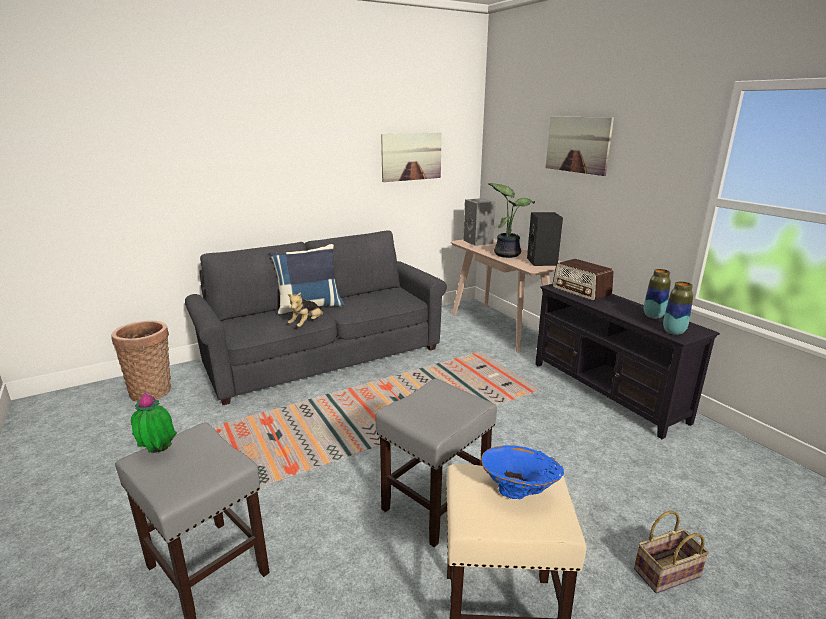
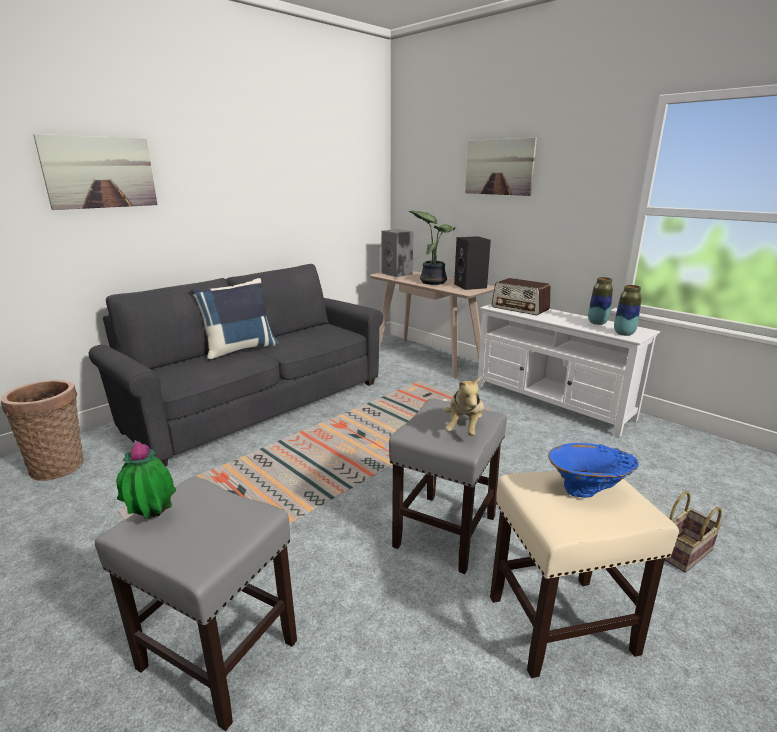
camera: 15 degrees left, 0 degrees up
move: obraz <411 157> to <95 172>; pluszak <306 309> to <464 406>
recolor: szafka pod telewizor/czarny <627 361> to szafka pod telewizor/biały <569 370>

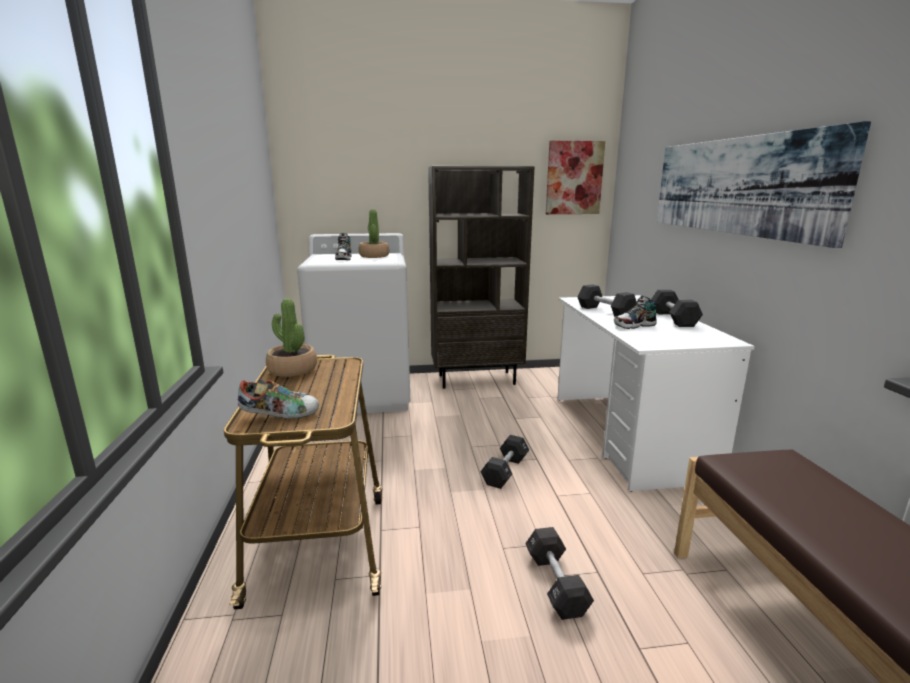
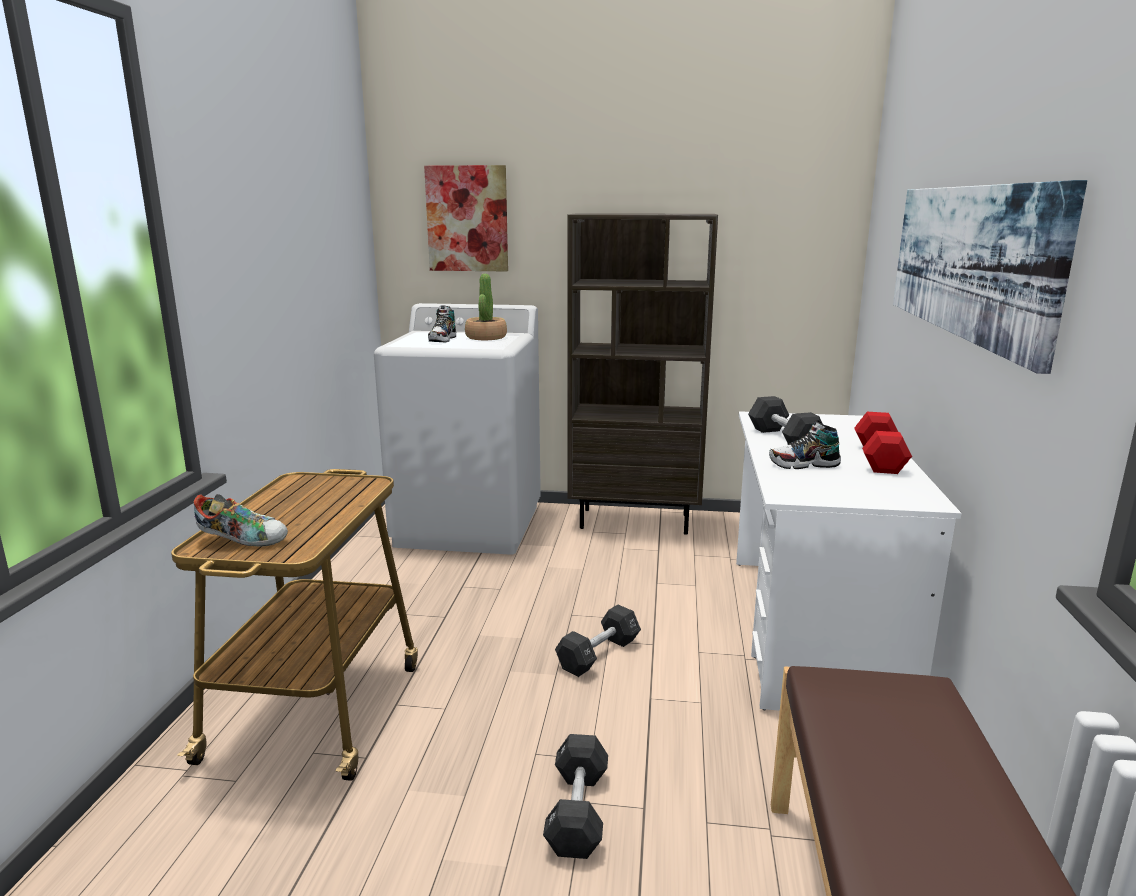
camera: 15 degrees right, 0 degrees up
delete: roślina doniczkowa <291 338>
move: obraz <575 177> to <466 218>
recolor: hantel/czarny <677 308> to hantel/czerwony <883 443>

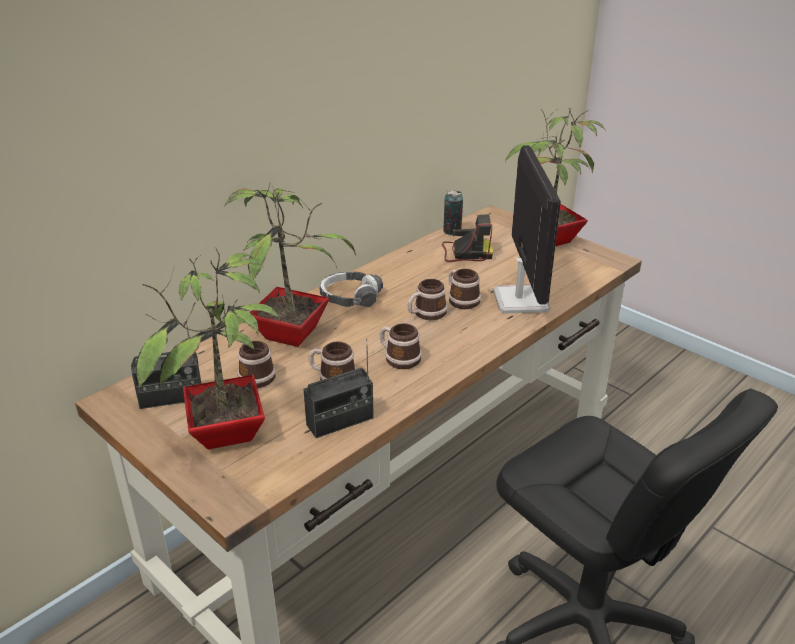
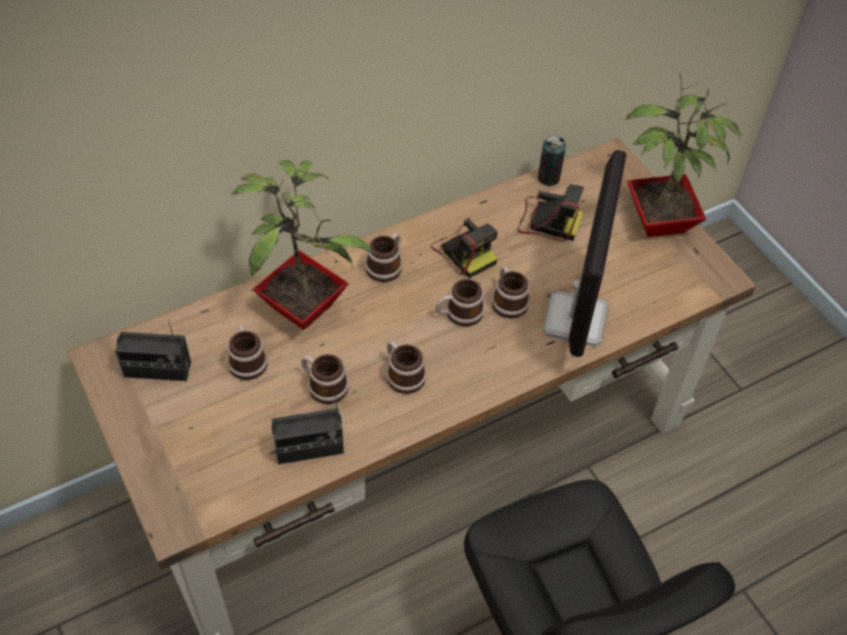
camera: 15 degrees right, 20 degrees up
delete: roślina doniczkowa <207 348>
insert: aparat fotograficzny <464 248>
replace: słuchawki <351 289> to kubek <383 257>

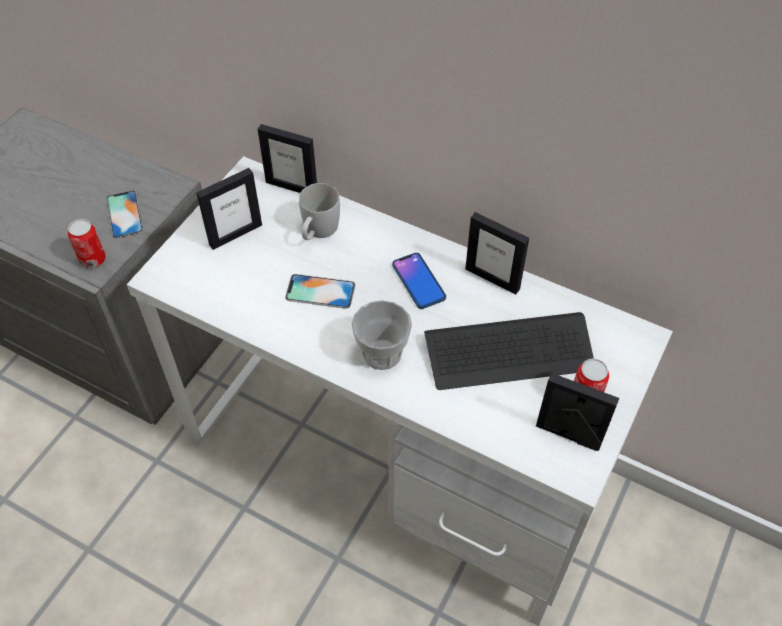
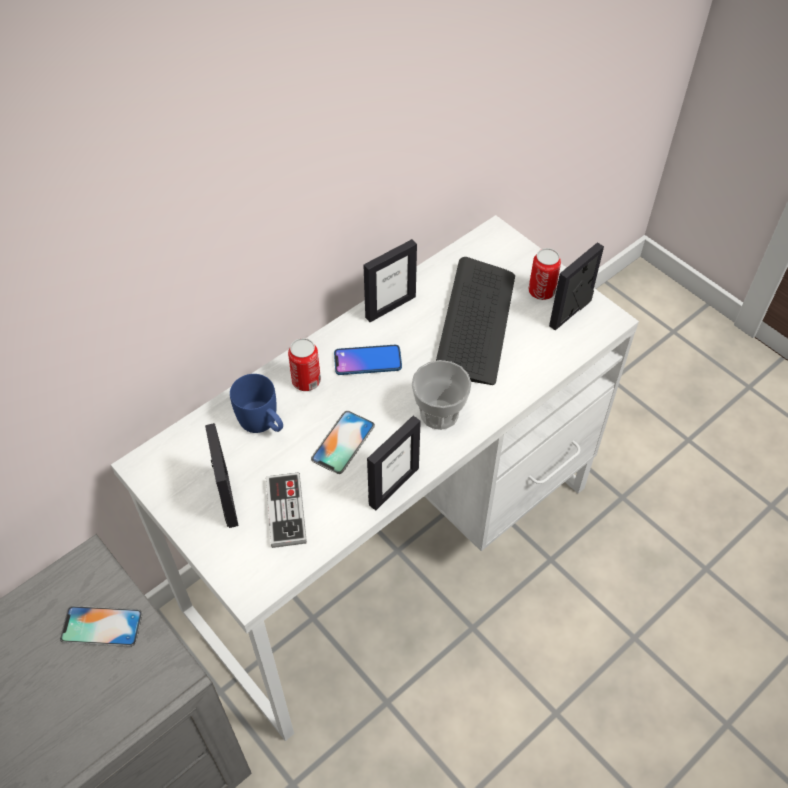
camera: 70 degrees left, 0 degrees up
insert: pad do gier <286 510>
move: puszka <87 243> to <304 364>; ramka na zdjęcie <287 158> to <394 463>
recolor: kubek/biały <319 211> to kubek/niebieski <256 403>

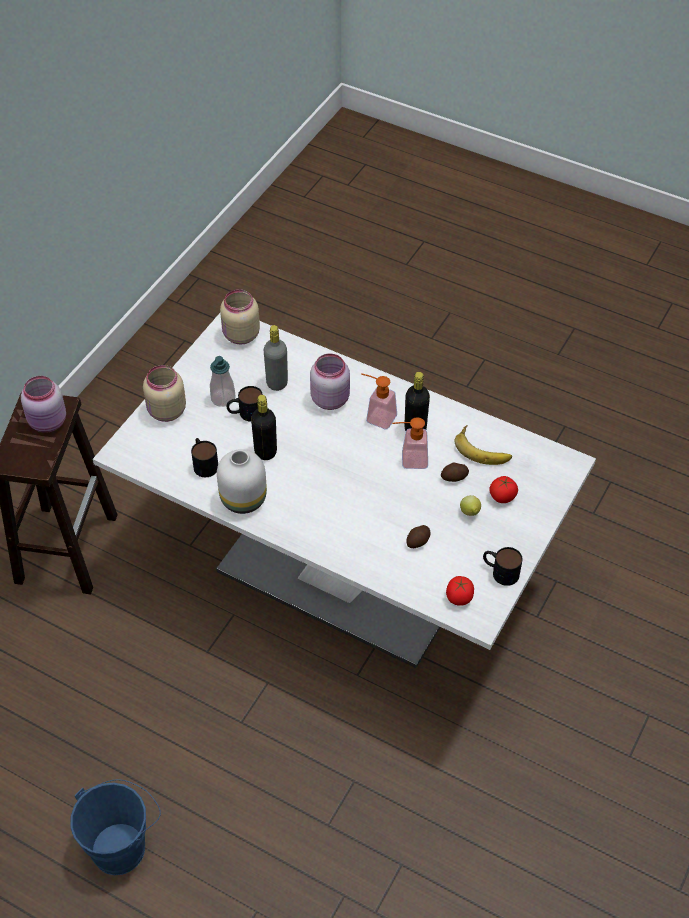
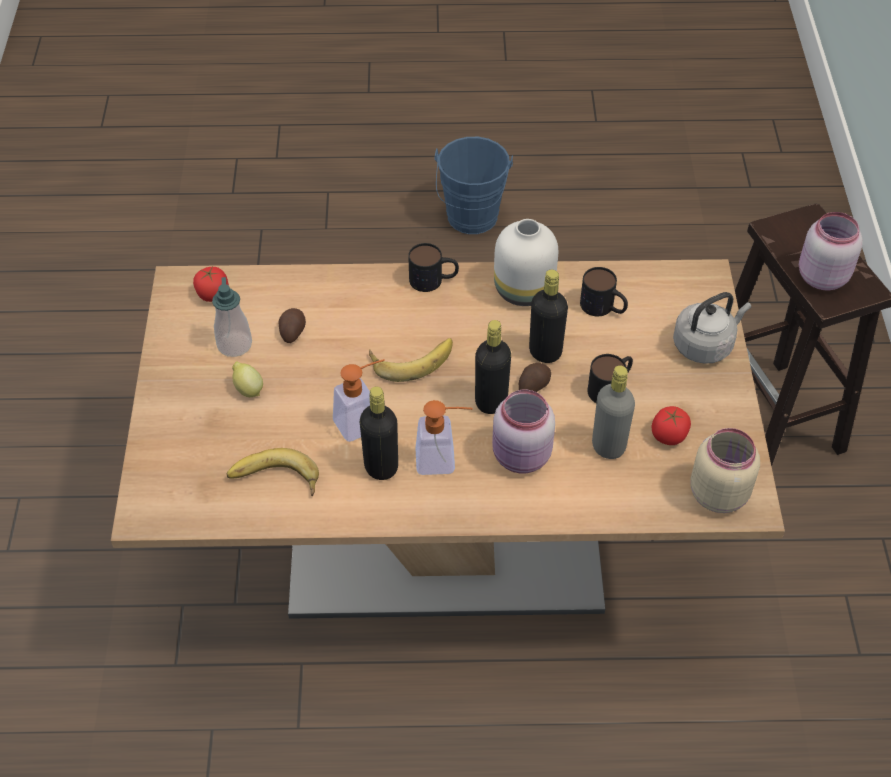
camera: 150 degrees right, 0 degrees up
insert: banan <411 360>; butelka/czarny <493 367>
move: dozownik mydła <223 381> to <232 317>; kubek <503 566> to <433 267>; ziemniak <455 472> to <535 377>; pomidor <503 489> to <671 425>
replace: słoik/beżowy <164 393> to czajnik/szary <712 328>
recolor: stół jadalny/biały <344 490> to stół jadalny/brązowy <448 439>

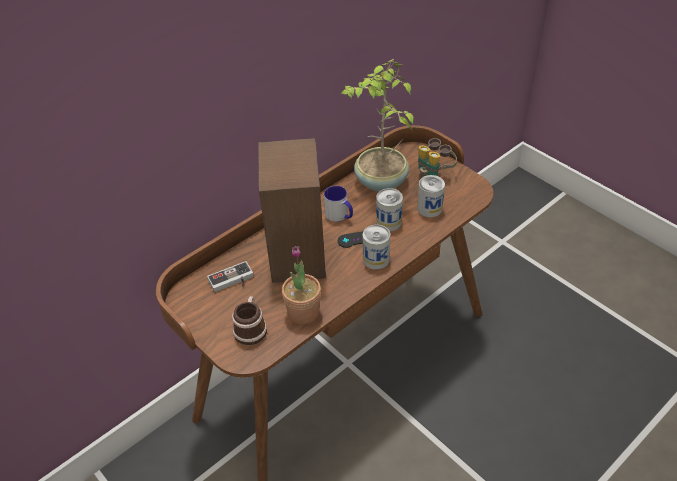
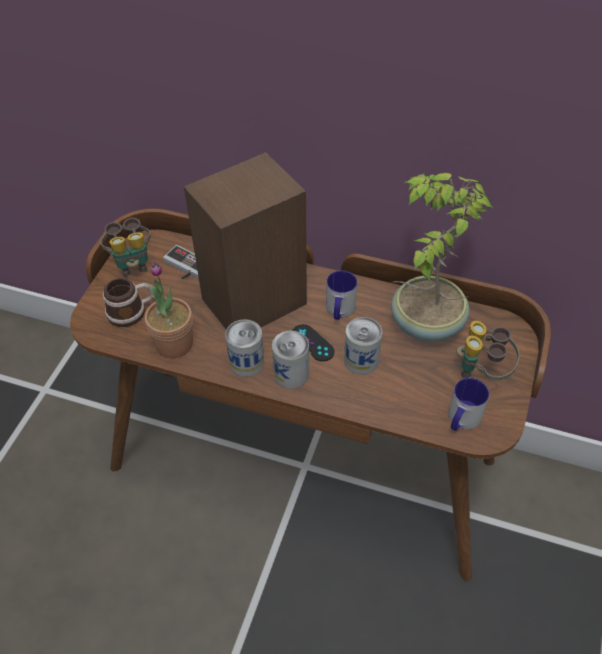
camera: 60 degrees right, 5 degrees up
insert: lornetka <126 247>; kubek <468 404>
move: puszka <431 196> to <244 348>

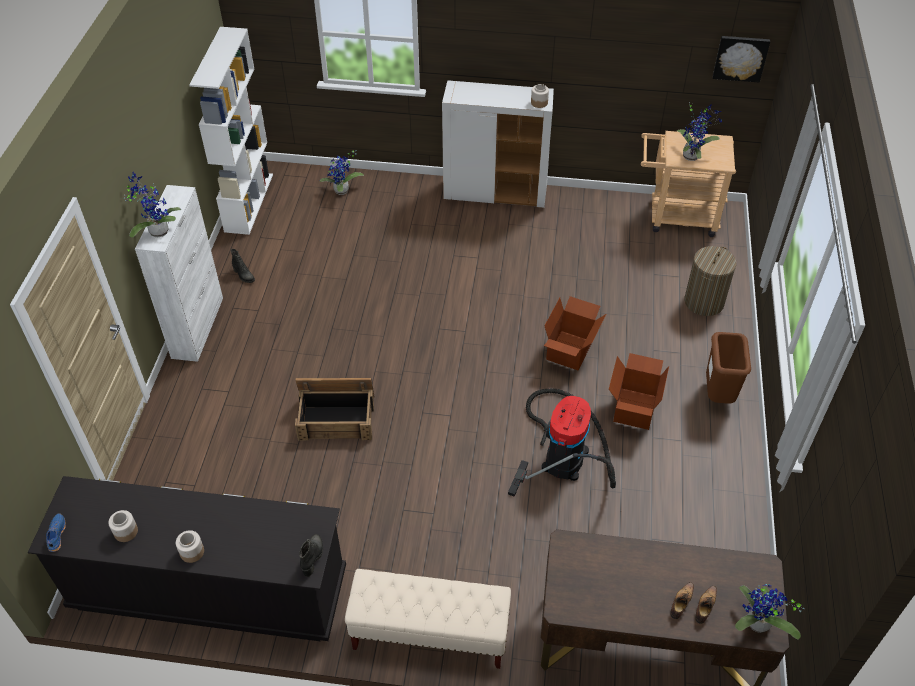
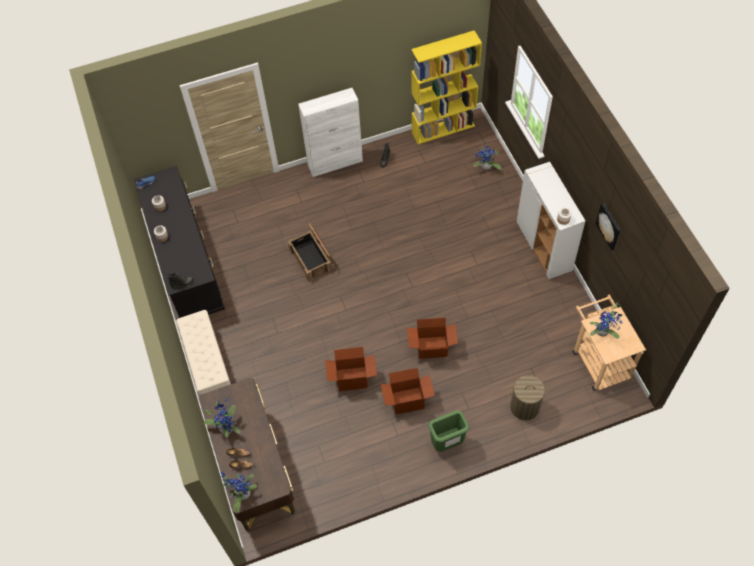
camera: 65 degrees right, 10 degrees up
move: roślina doniczkowa <152 205> to <222 418>; obraz <741 59> to <608 227>
replace: odkurzacz <562 442> to karton <351 369>
recolor: regał/biały <231 131> to regał/żółty <446 87>; kosz na śmieci/brązowy <728 368> to kosz na śmieci/zielony <448 431>

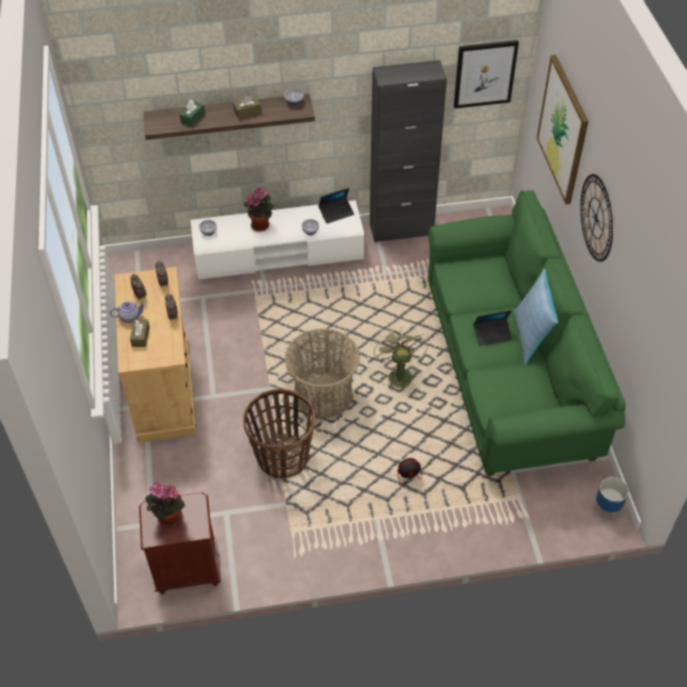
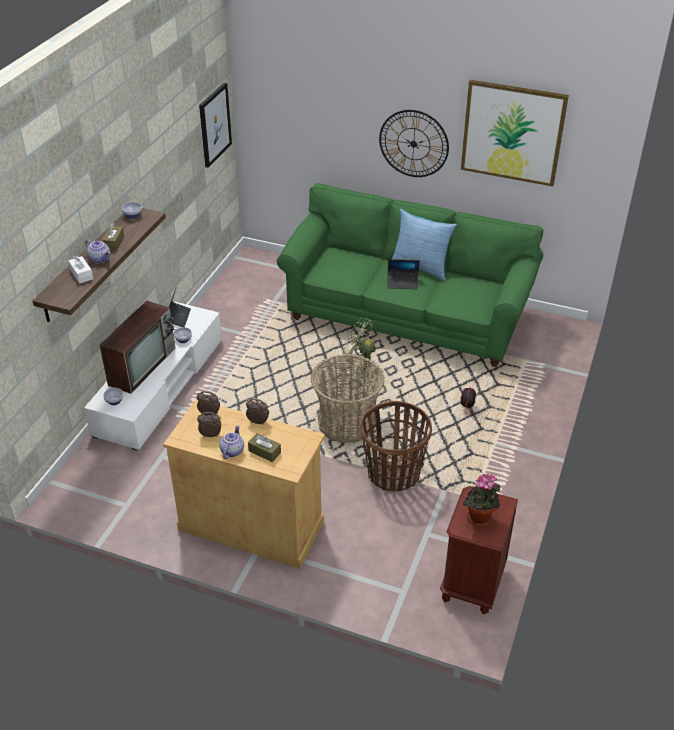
camera: 60 degrees left, 10 degrees down
delete: szafka/czarny <408 151>; donica <611 499>
insert: imbryk <97 251>
move: obraz <563 130> to <515 133>
replace: roślina doniczkowa <259 209> to telewizor <137 347>
recolor: pudełko chusteczek/zielony <192 113> to pudełko chusteczek/biały <80 269>
rotate: laptop <493 328> = <403 274> 75 degrees clockwise

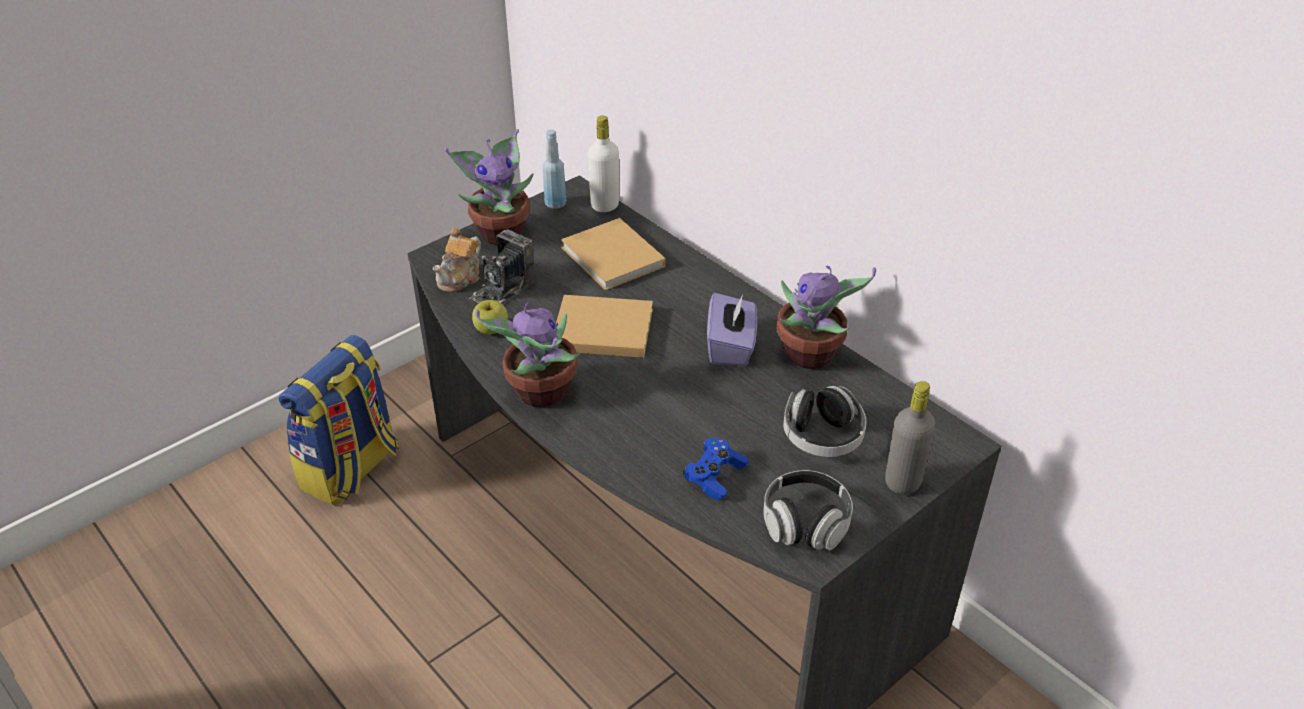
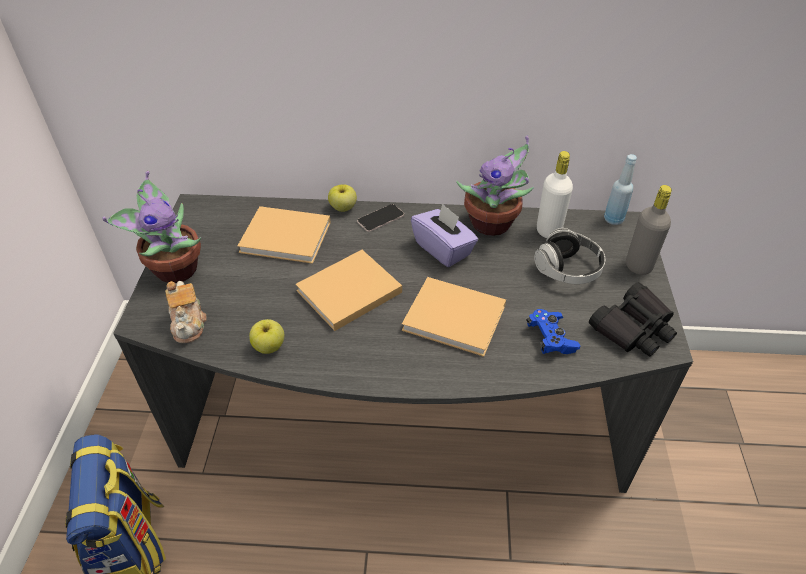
camera: 45 degrees left, 5 degrees up
delete: aparat fotograficzny <501 266>; roślina doniczkowa <527 355>
insert: jabłko <342 198>; telefon <380 218>; książka/beżowy <454 317>
move: butelka/biały <603 164> to <555 194>; butelka/niebieski <554 169> to <620 189>
replace: słuchawki <808 510> to lornetka/czarny <633 319>

